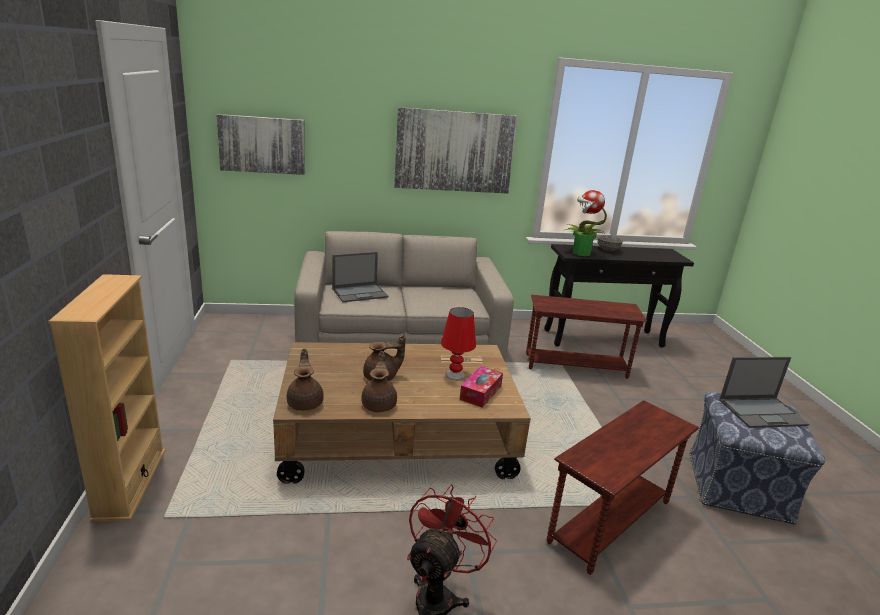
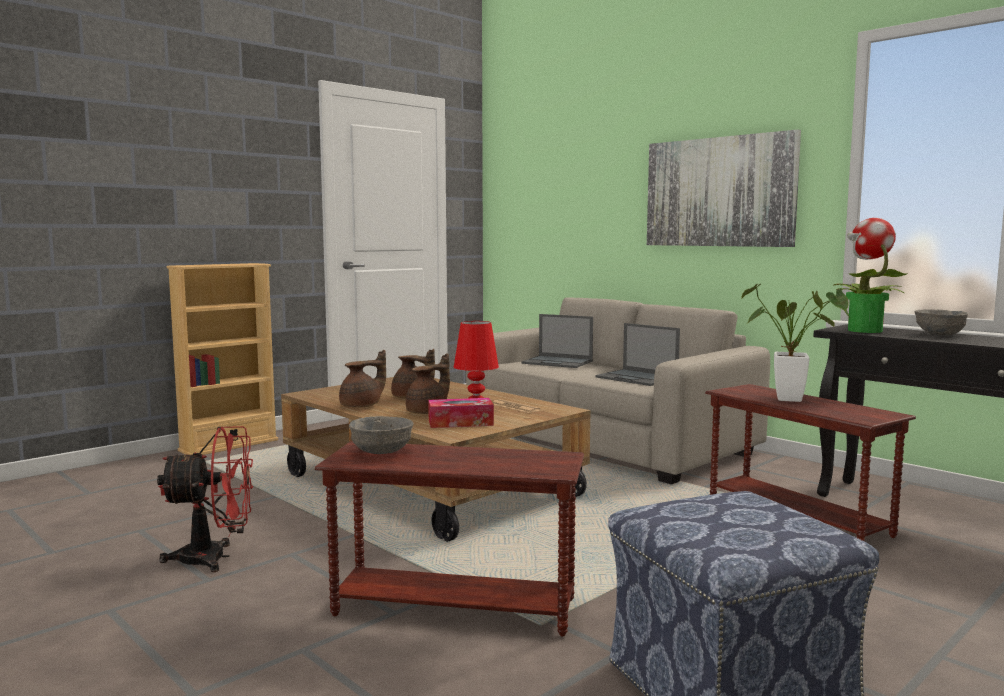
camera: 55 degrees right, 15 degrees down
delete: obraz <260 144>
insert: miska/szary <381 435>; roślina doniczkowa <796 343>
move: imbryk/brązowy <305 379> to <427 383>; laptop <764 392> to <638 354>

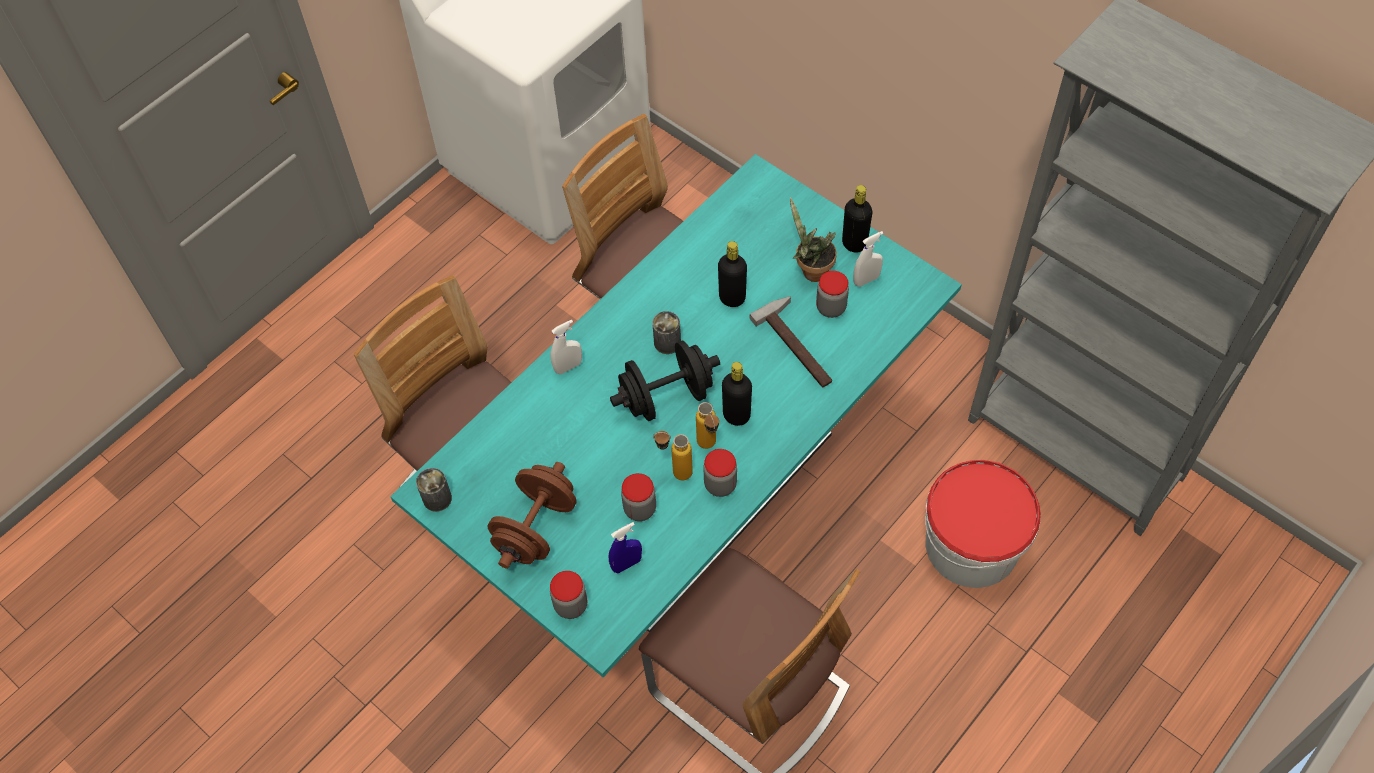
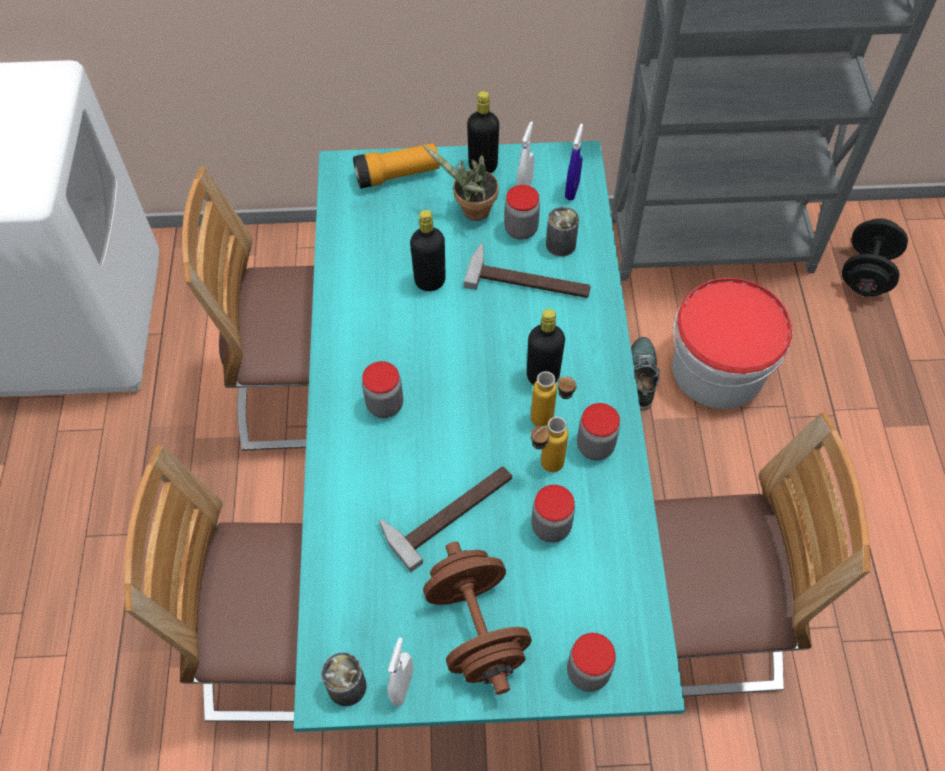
camera: 45 degrees left, 0 degrees up
insert: latarka <396 166>; słoik <382 389>; młotek <445 519>; but <645 374>
move: spryskiwacz/biały <566 347> to <400 671>; puszka <666 332> to <562 232>; spryskiwacz/niebieski <625 547> to <574 162>; hantel/czarny <665 380> to <875 257>

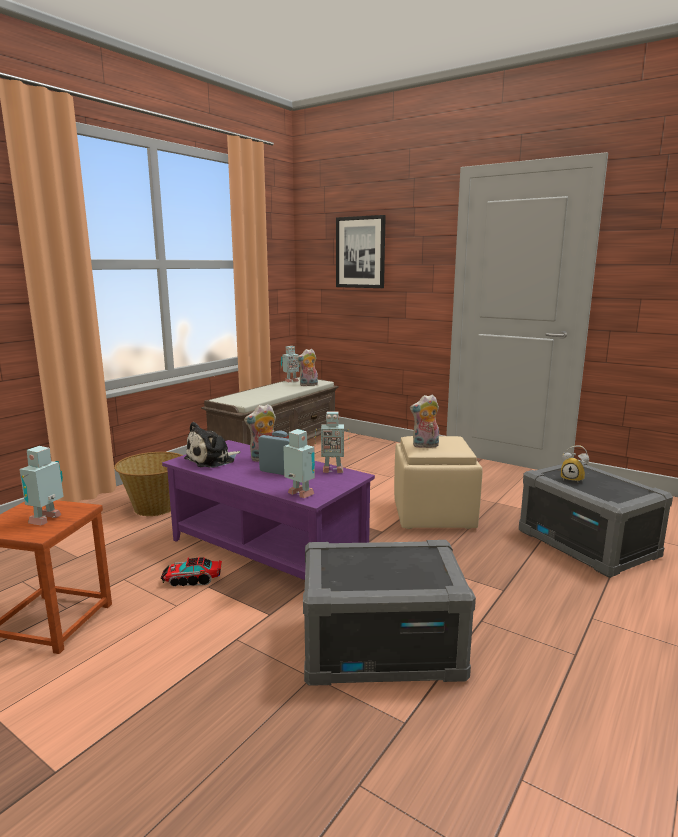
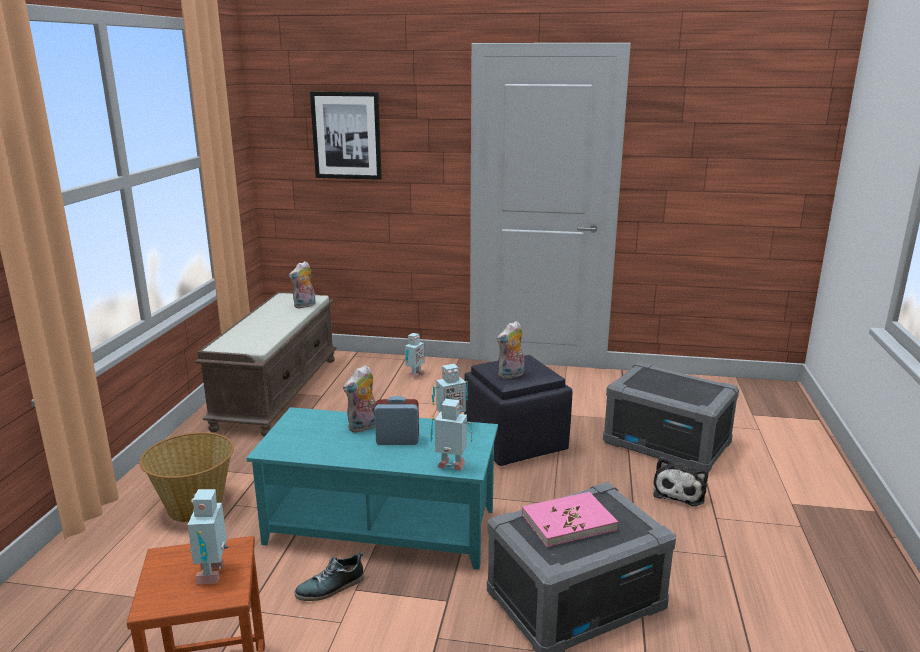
camera: 25 degrees left, 5 degrees up
delete: budzik <575 463>
insert: książka/różowy <570 519>
move: robot zabawkowy <290 364> to <415 356>; pluszak <212 445> to <680 481>
replace: ciężarówka zabawkowa <191 572> to but <329 576>
recolor: ława/fioletowy <268 510> to ława/turkusowy <372 488>; pufa/beżowy <438 482> to pufa/czarny <518 410>

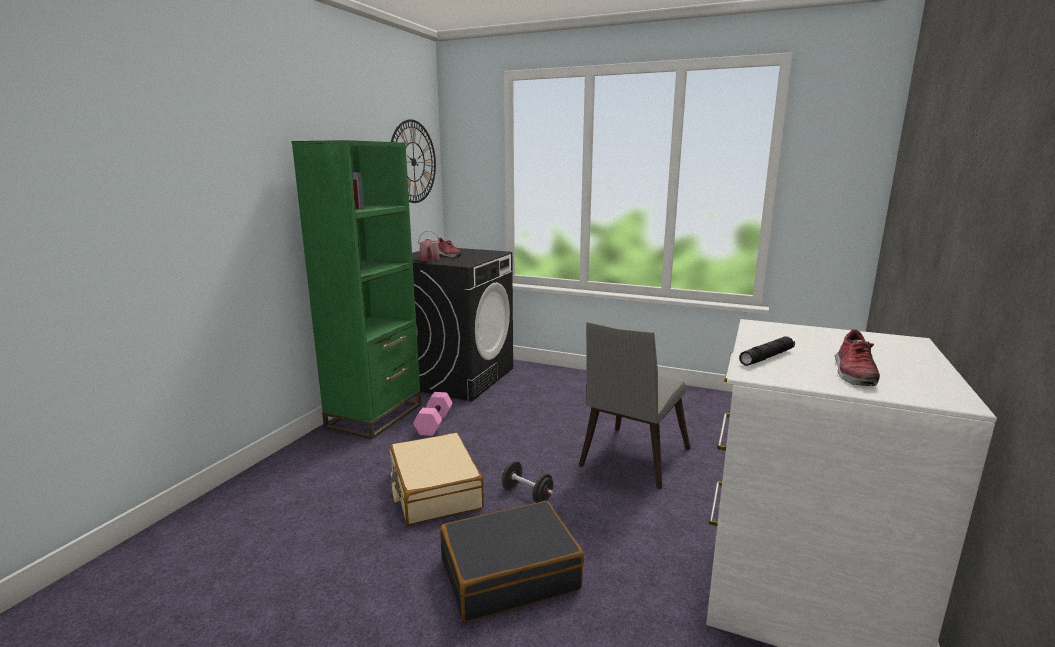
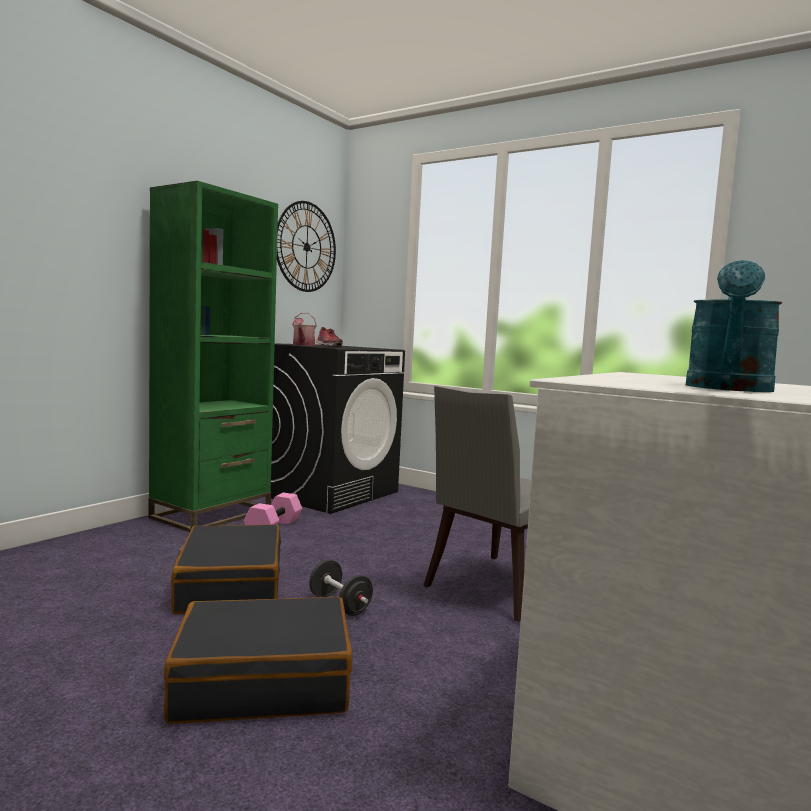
camera: 10 degrees right, 10 degrees down
delete: latarka/czarny <767 351>
replace: but <857 357> to konewka/turkusowy <734 326>
recolor: walizka/beżowy <437 479> to walizka/czarny <226 569>

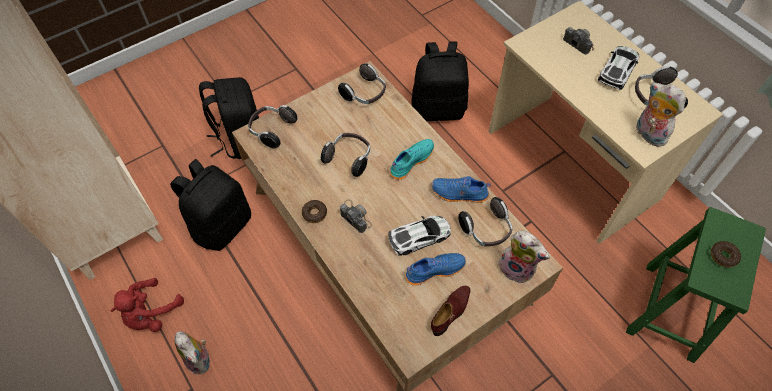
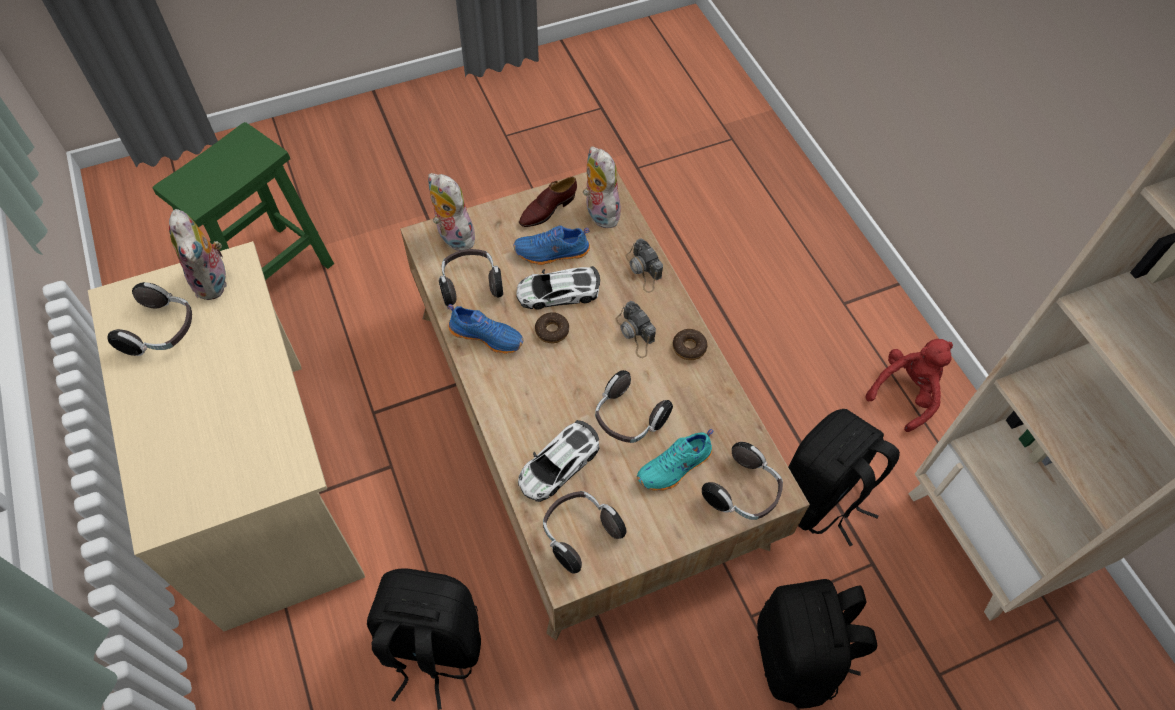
camera: 170 degrees left, 0 degrees up
move: samochodzik <619 68> to <559 461>; donut <726 254> to <552 327>; pluszak <192 353> to <602 187>; aparat fotograficzny <578 41> to <644 265>; but/turkusowy <412 159> to <675 460>

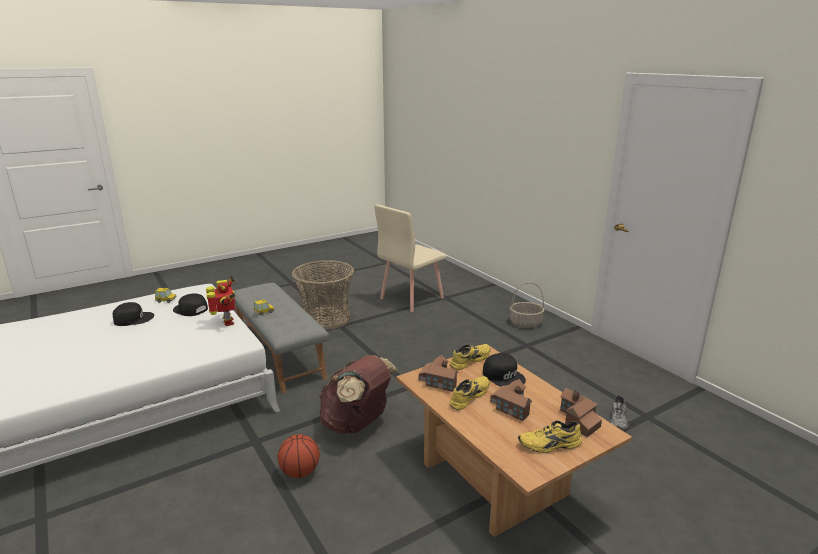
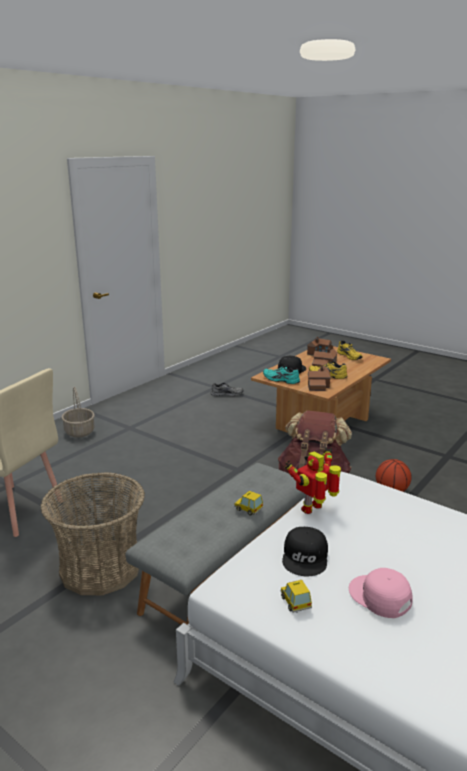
camera: 110 degrees left, 0 degrees up
recolor: but/żółty <470 357> to but/turkusowy <281 374>; czapka z daszkiem/czarny <133 314> to czapka z daszkiem/różowy <380 593>

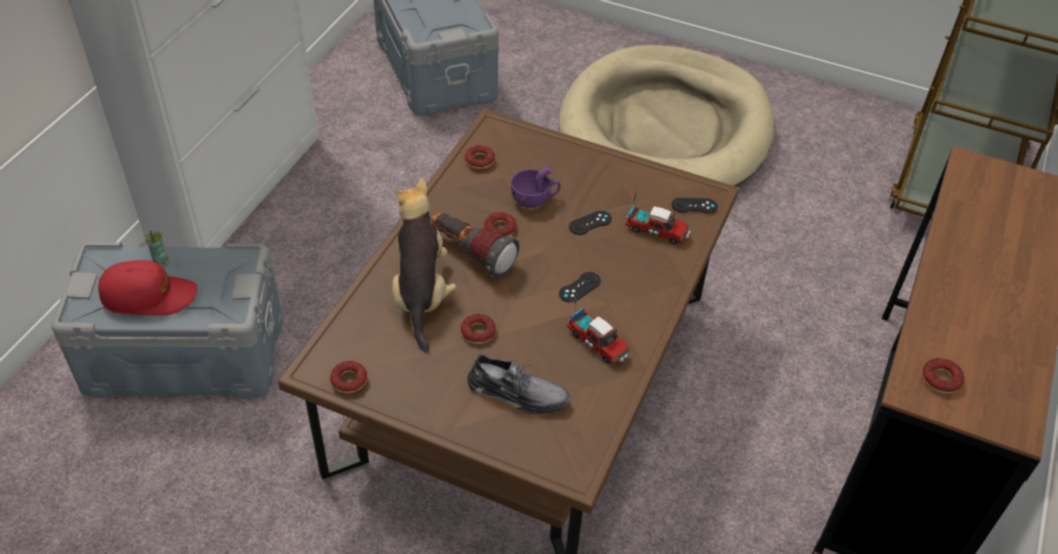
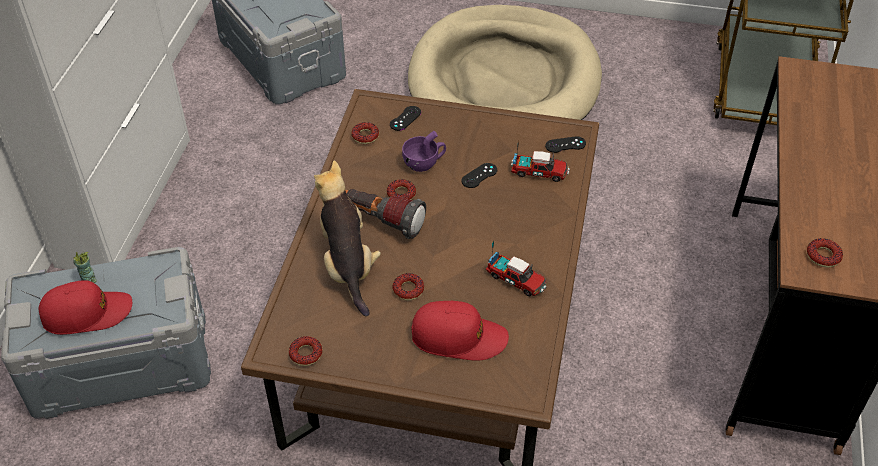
camera: 10 degrees left, 0 degrees up
move: pad do gier/czarny <580 287> to <405 118>
replace: but/szary <519 383> to czapka z daszkiem/czerwony <460 331>

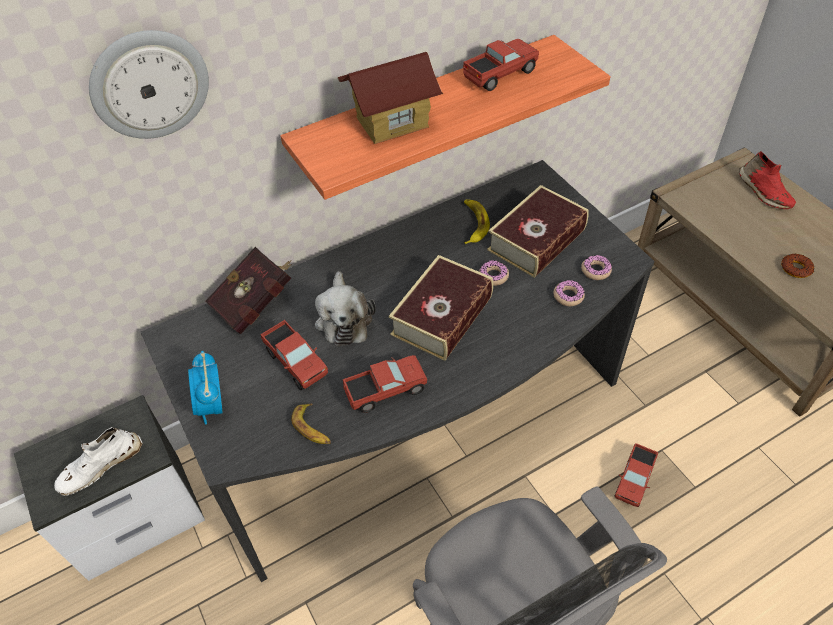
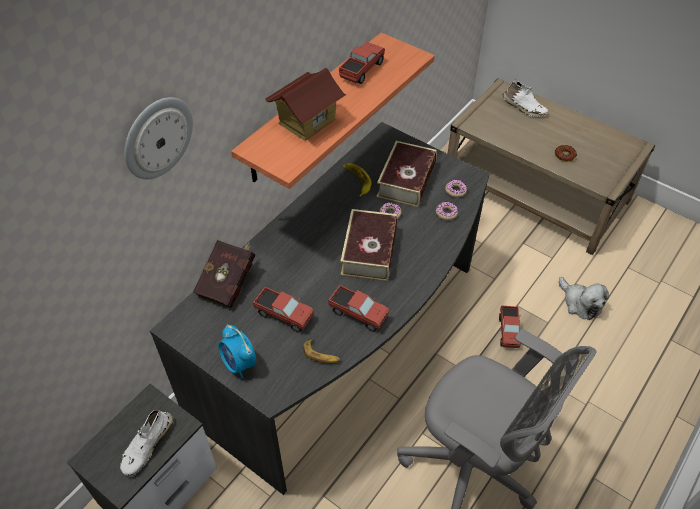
camera: 25 degrees left, 0 degrees up
move: pluszak <345 308> to <584 298>
recolor: but/czerwony <767 180> to but/biały <525 98>
rotate: ciężarówka zabawkowa <385 384> = <358 308> 75 degrees clockwise

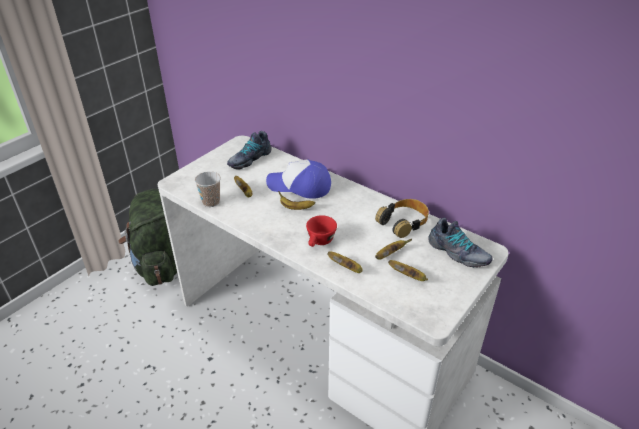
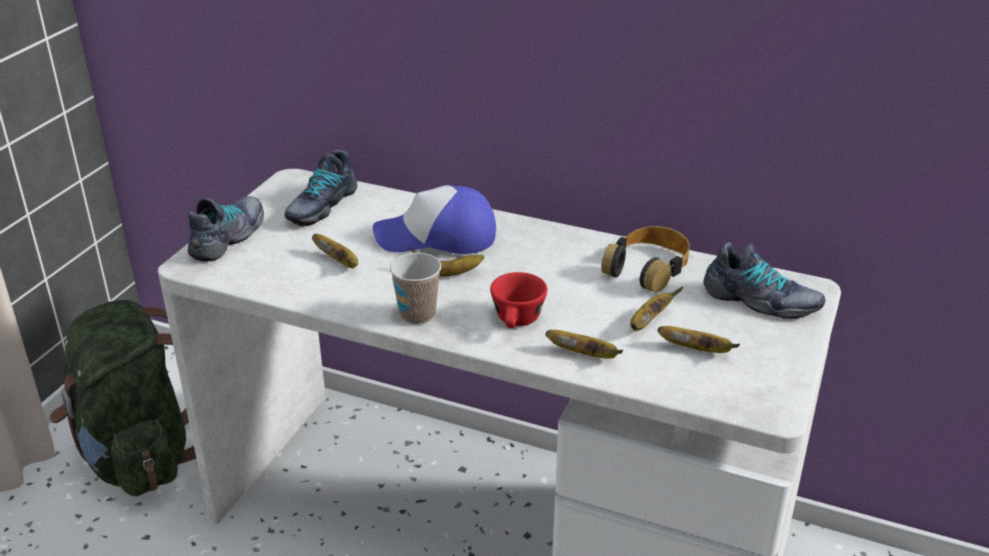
camera: 15 degrees left, 5 degrees down
insert: but <226 228>
move: filiżanka <208 189> to <416 289>

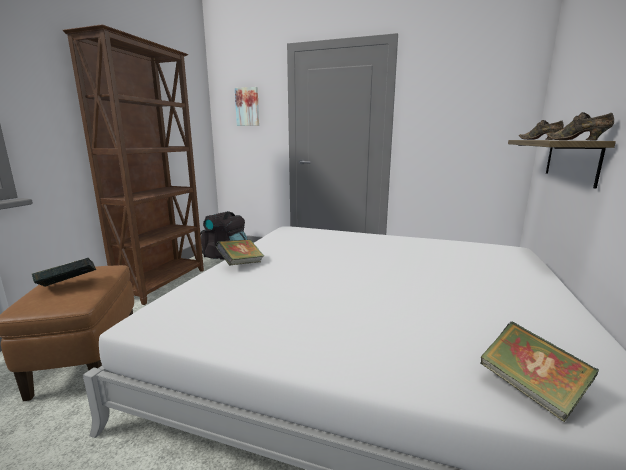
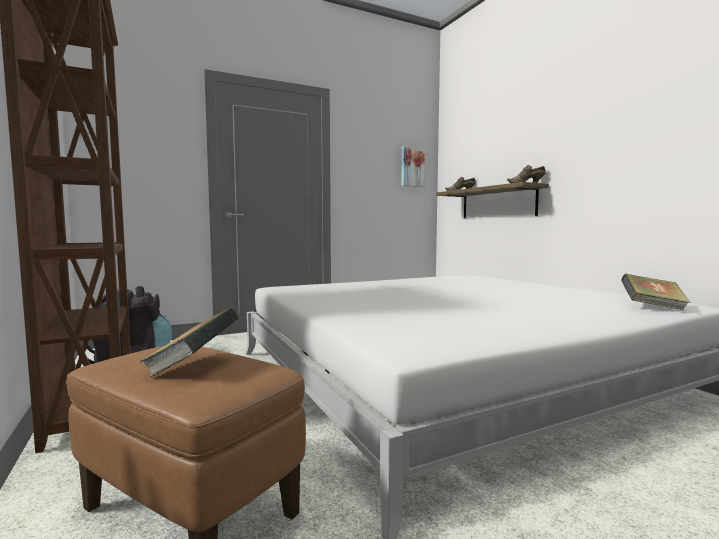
camera: 45 degrees left, 10 degrees down
delete: książka <239 252>
move: obraz <247 106> to <413 166>

